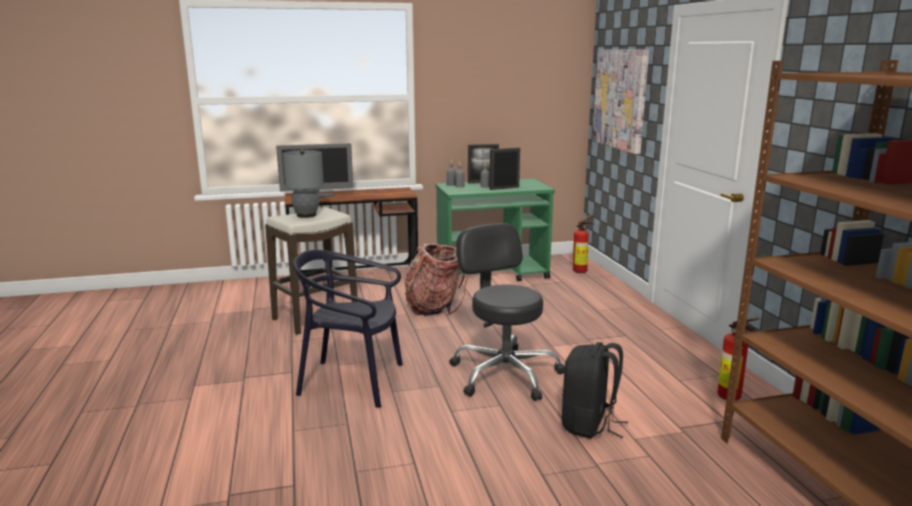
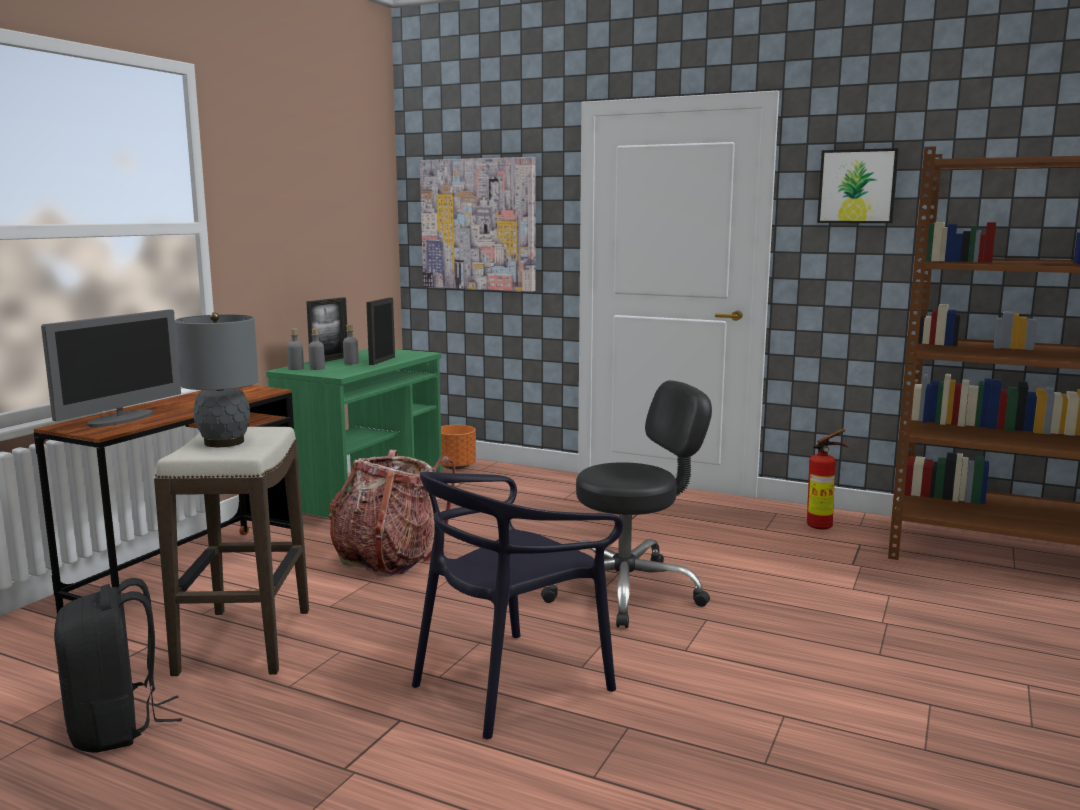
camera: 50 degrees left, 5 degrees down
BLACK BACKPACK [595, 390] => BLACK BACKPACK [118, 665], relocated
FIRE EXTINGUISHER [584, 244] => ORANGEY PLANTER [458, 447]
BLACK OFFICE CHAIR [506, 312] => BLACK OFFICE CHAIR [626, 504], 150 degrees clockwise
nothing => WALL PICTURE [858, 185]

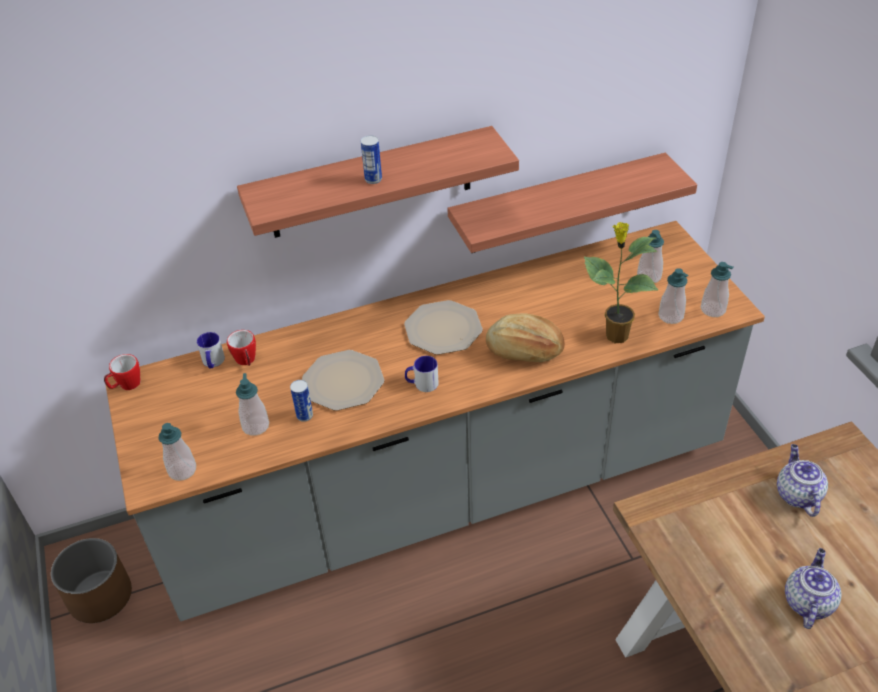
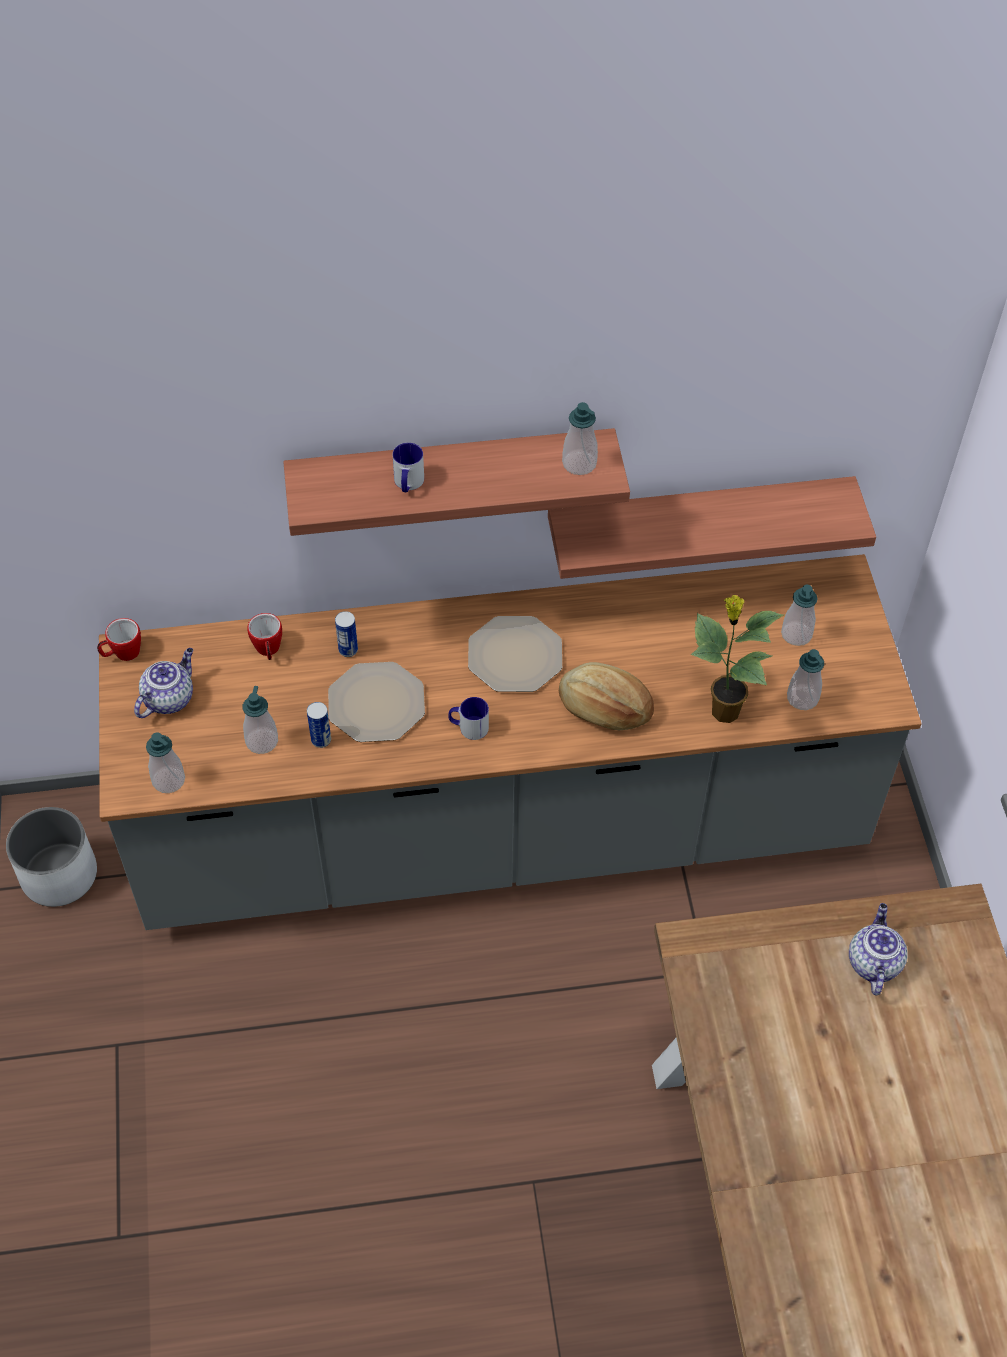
camera: 10 degrees right, 10 degrees up
BROWN-COLOURED PLANTER [91, 580] => WHITE-COLOURED PLANTER [51, 857]
POT FOR TEA [813, 588] => POT FOR TEA [163, 683], relocated
METAL CAN [371, 160] => METAL CAN [346, 634], relocated
TEA MUG [211, 350] => TEA MUG [408, 467], relocated
SOAP DISPENSER [717, 289] => SOAP DISPENSER [580, 438], relocated

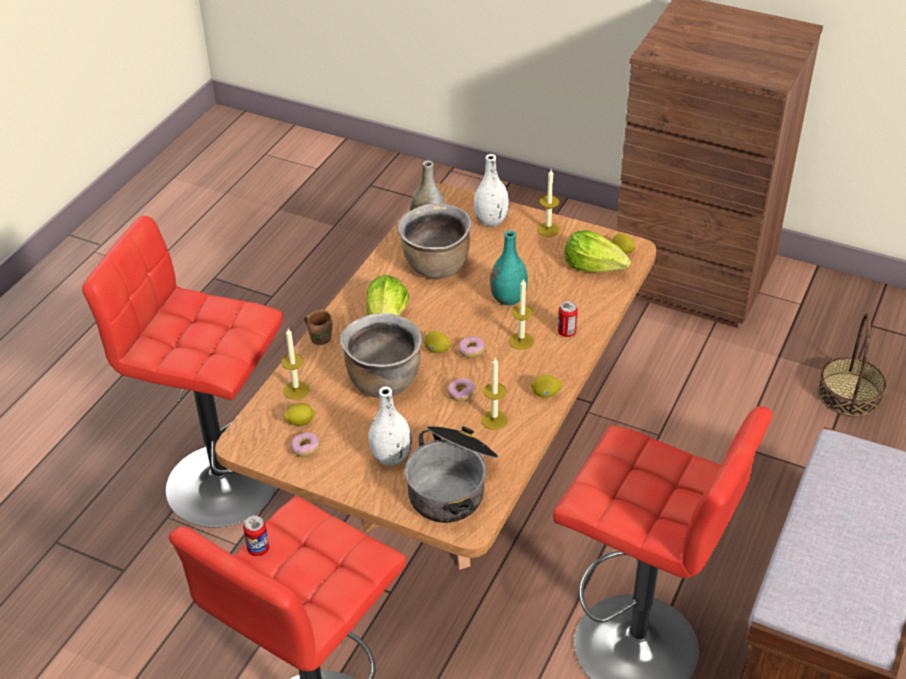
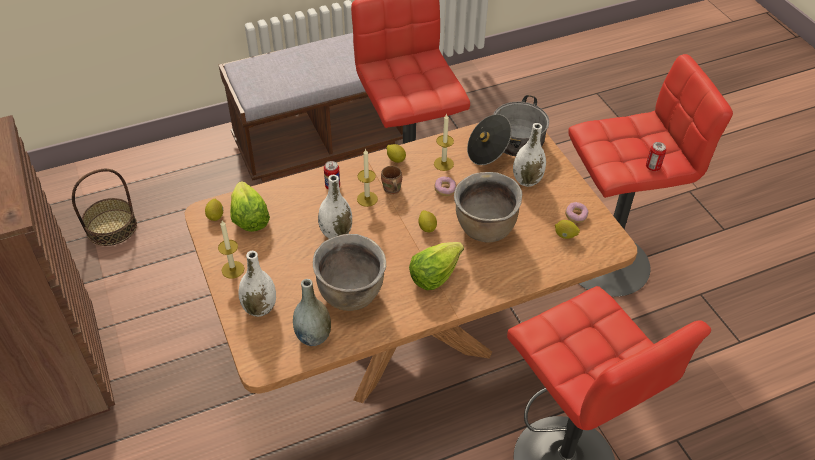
camera: 140 degrees left, 5 degrees up
BLUE-GREEN DECORATIVE VASE [509, 267] => WHITE-COLOURED DECORATIVE VASE [335, 207]
BROWN-COLOURED TEA MUG [318, 327] => BROWN-COLOURED TEA MUG [391, 180], relocated
WAX LIGHT [295, 364] => nothing
RING DOUGHNUT [472, 347] => nothing

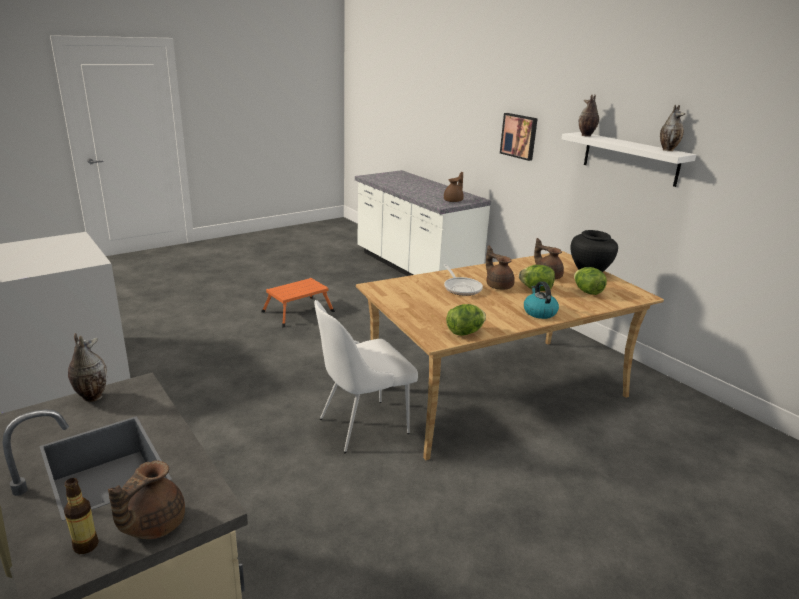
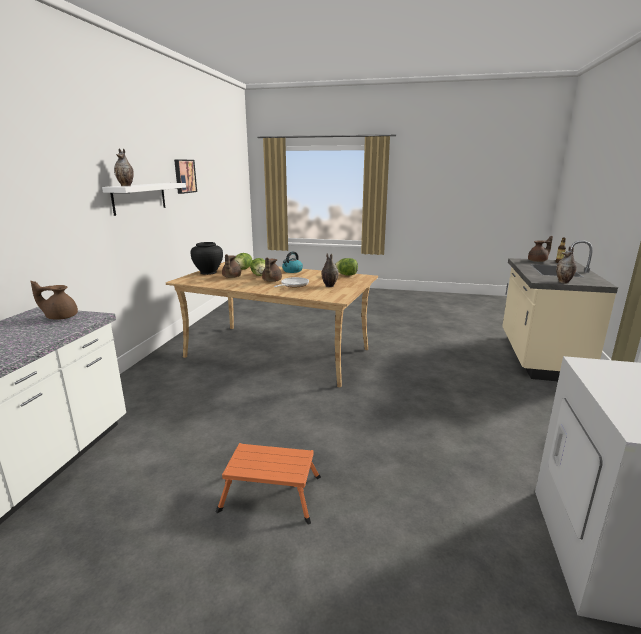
camera: 130 degrees left, 5 degrees down
WALL PICTURE [519, 137] => WALL PICTURE [185, 176], relocated
DECORATIVE VASE [672, 128] => DECORATIVE VASE [329, 270], relocated
WHITE-COLOURED PLAIN CHAIR [366, 377] => nothing

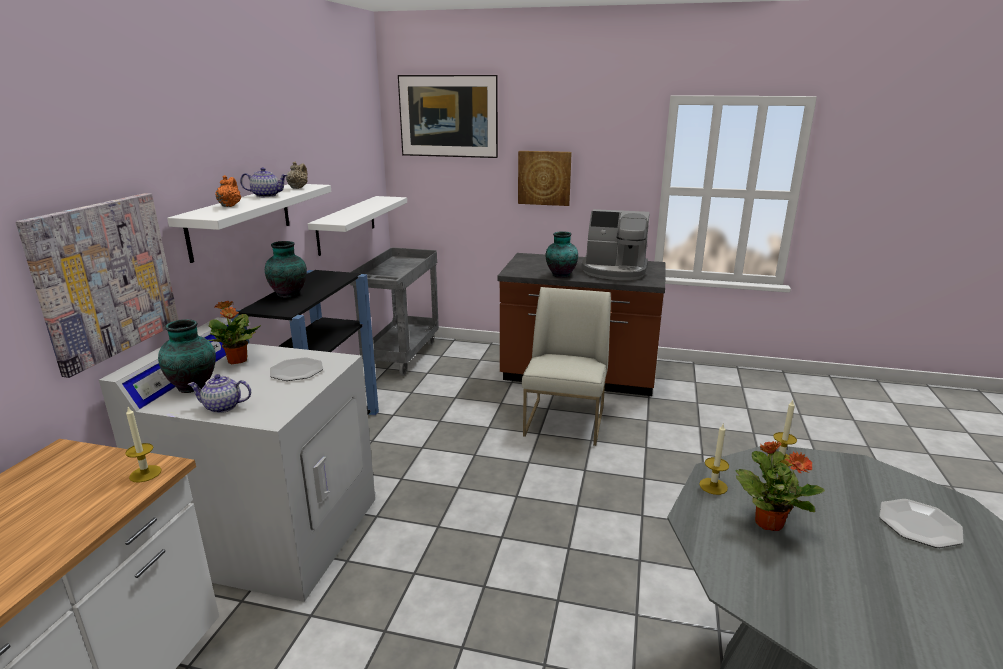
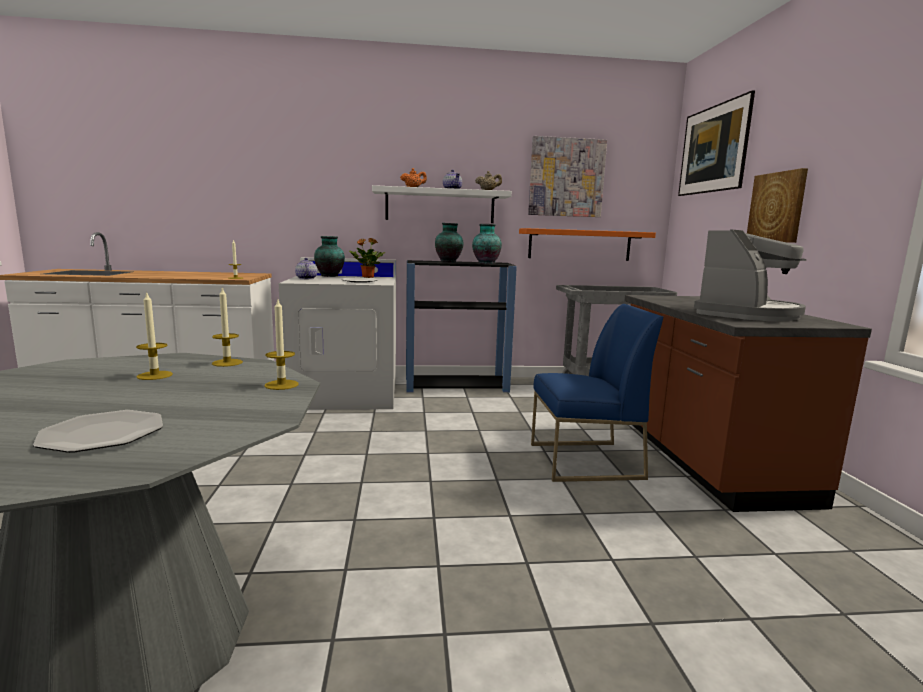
camera: 70 degrees right, 10 degrees down
PLANT IN A POT [780, 486] => WAX LIGHT [154, 335]
DECORATIVE VASE [562, 254] => DECORATIVE VASE [487, 244], relocated
WHITE-COLOURED BRACKET SHELF [357, 226] => ORANGEY BRACKET SHELF [587, 244]
WALL PICTURE [97, 285] => WALL PICTURE [567, 176], relocated
WHITE-COLOURED PLAIN CHAIR [566, 366] => BLUISH PLAIN CHAIR [597, 393]
COFFEE MAKER [616, 244] => COFFEE MAKER [750, 275], 135 degrees counterclockwise

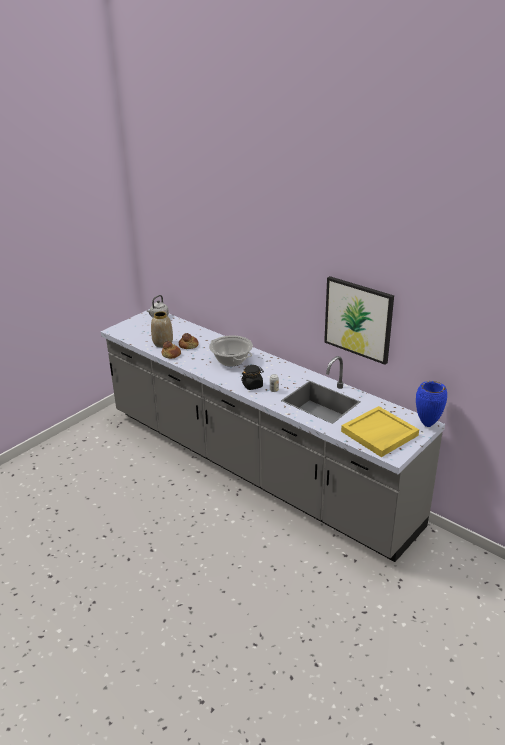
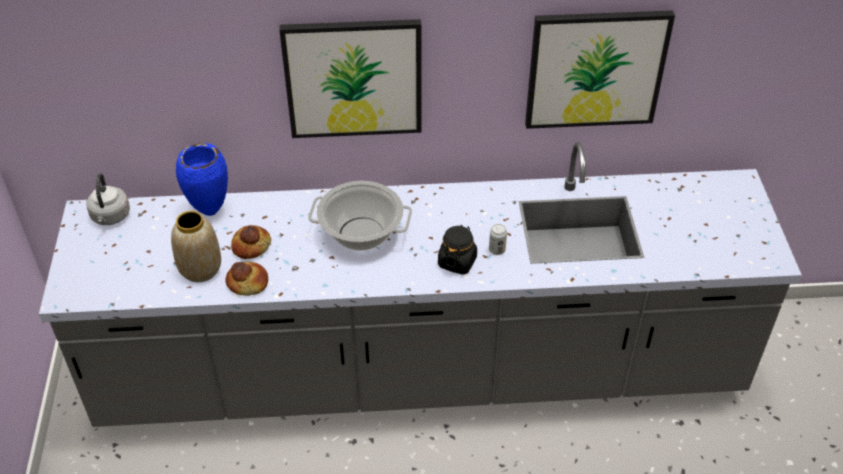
camera: 45 degrees left, 15 degrees up
BLUISH DECORATIVE VASE [431, 404] => BLUISH DECORATIVE VASE [202, 179], relocated
nothing => WALL PICTURE [350, 78]
YELLOW CARRYING TRAY [380, 431] => nothing

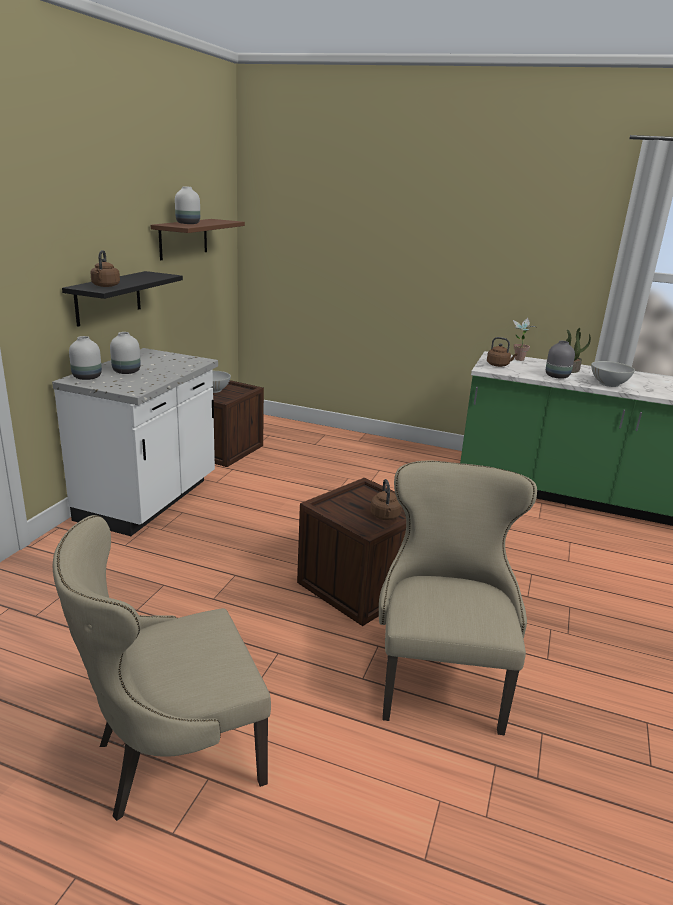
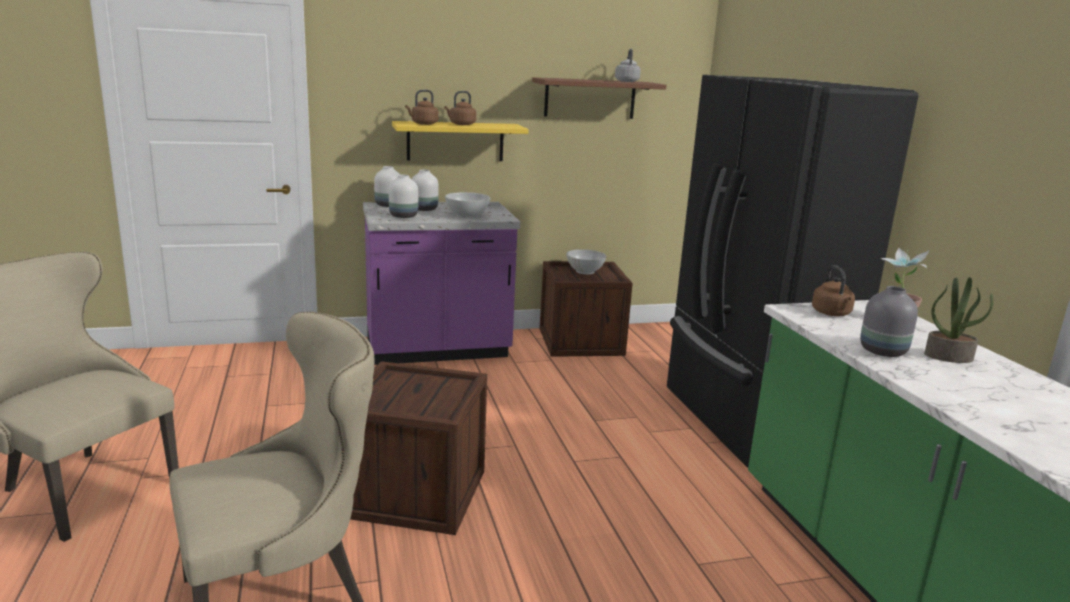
camera: 55 degrees right, 5 degrees down
WHITE-COLOURED COUNTER [135, 442] => PURPLISH COUNTER [441, 283]
WHITE-COLOURED DECORATIVE VASE [187, 205] => WHITE-COLOURED DECORATIVE VASE [403, 196], relocated
BLACK BRACKET SHELF [122, 299] => YELLOW BRACKET SHELF [460, 141]
BROWN-COLOURED TEA KETTLE [386, 499] => BROWN-COLOURED TEA KETTLE [460, 108], relocated
WHITE-COLOURED SERVING BOWL [613, 374] => WHITE-COLOURED SERVING BOWL [468, 205], relocated
nothing => GRAY TEA KETTLE [628, 65]
nothing => BLACK REFRIGERATOR [792, 271]

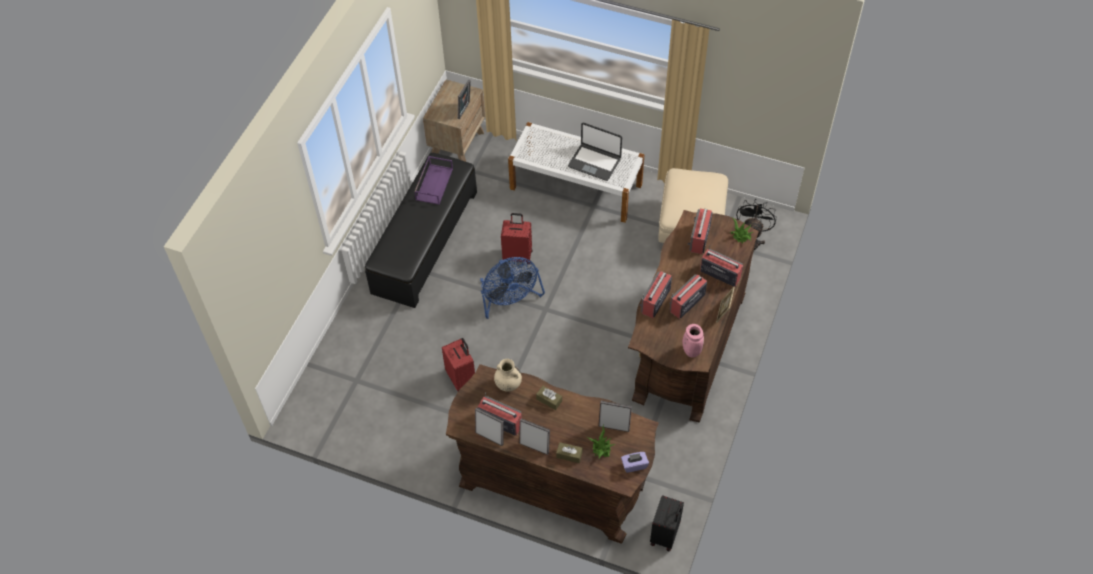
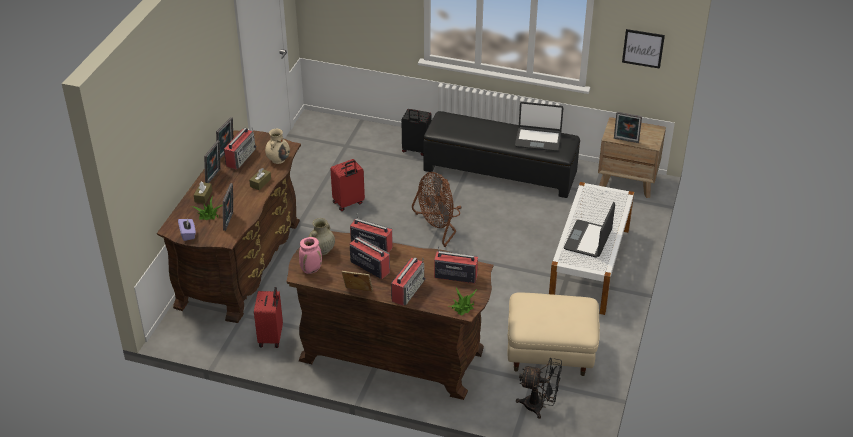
camera: 85 degrees right, 15 degrees down
REDDISH PIECE OF LUGGAGE [517, 238] => REDDISH PIECE OF LUGGAGE [268, 317], relocated
nothing => BEIGE DECORATIVE VASE [322, 236]
BLACK PIECE OF LUGGAGE [667, 523] => BLACK PIECE OF LUGGAGE [416, 132], relocated
BLUISH ELECTRIC FAN [512, 288] => BROWN-COLOURED ELECTRIC FAN [437, 209]
PURPLISH CARRYING TRAY [434, 180] => NOTEBOOK COMPUTER [539, 126]
nothing => WALL PICTURE [643, 49]

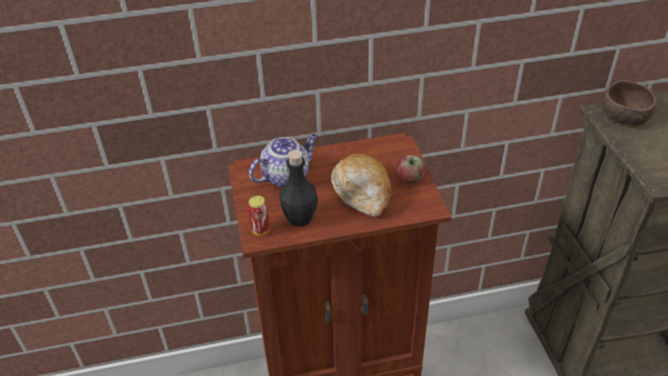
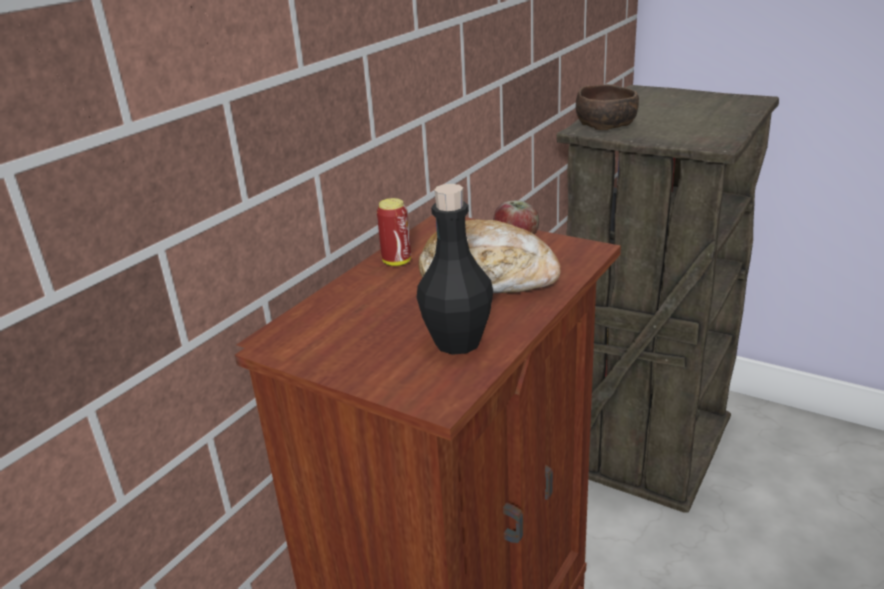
camera: 45 degrees left, 15 degrees down
METAL CAN [259, 215] => METAL CAN [394, 232], relocated
POT FOR TEA [283, 160] => nothing

